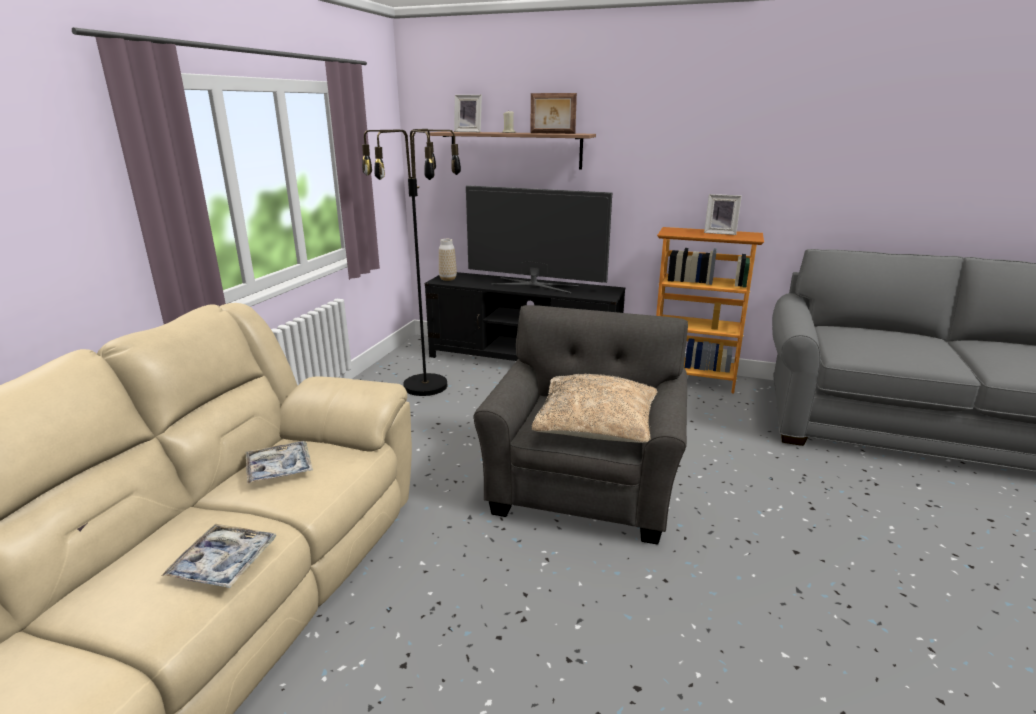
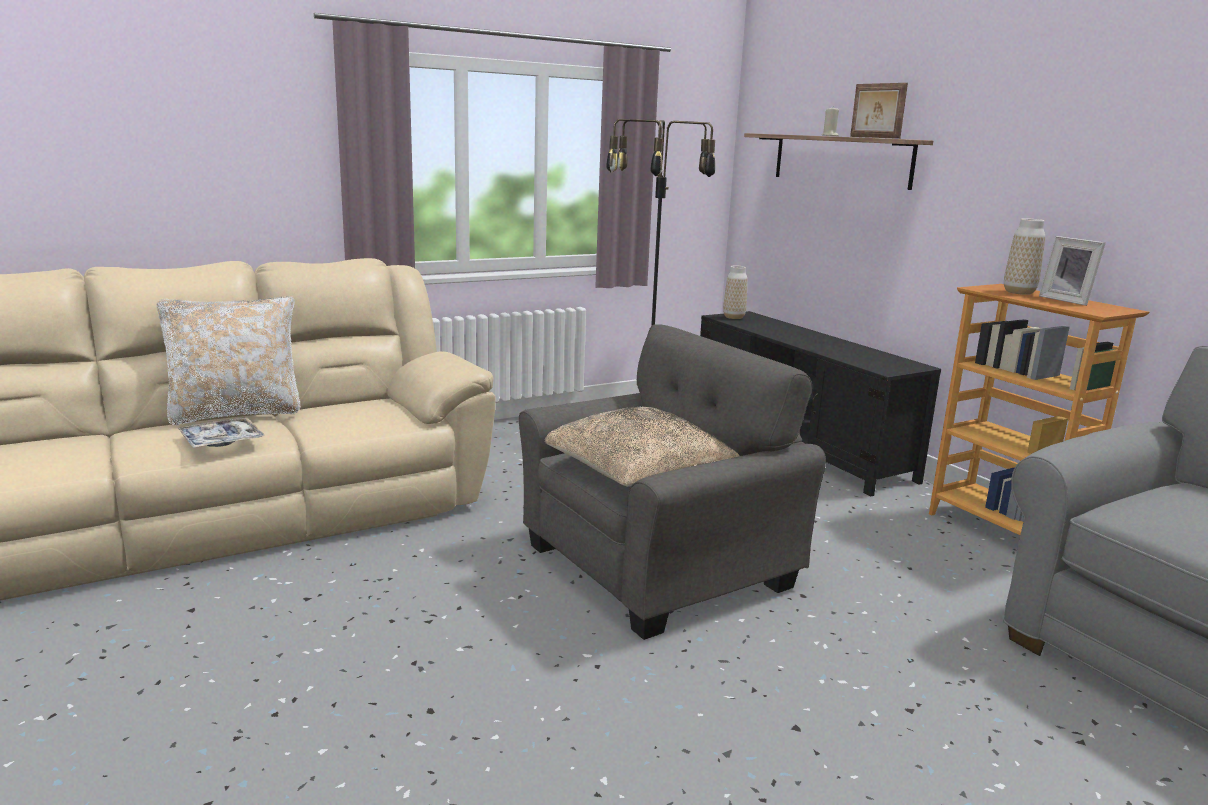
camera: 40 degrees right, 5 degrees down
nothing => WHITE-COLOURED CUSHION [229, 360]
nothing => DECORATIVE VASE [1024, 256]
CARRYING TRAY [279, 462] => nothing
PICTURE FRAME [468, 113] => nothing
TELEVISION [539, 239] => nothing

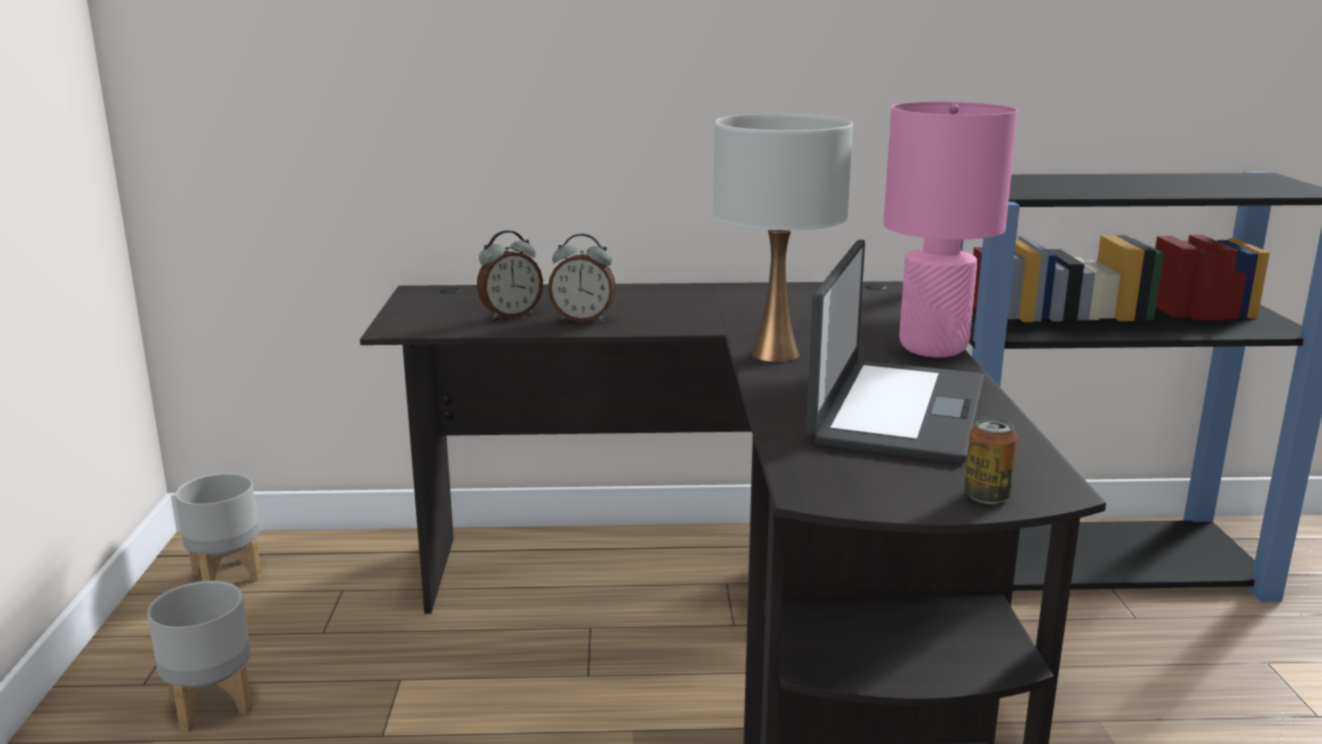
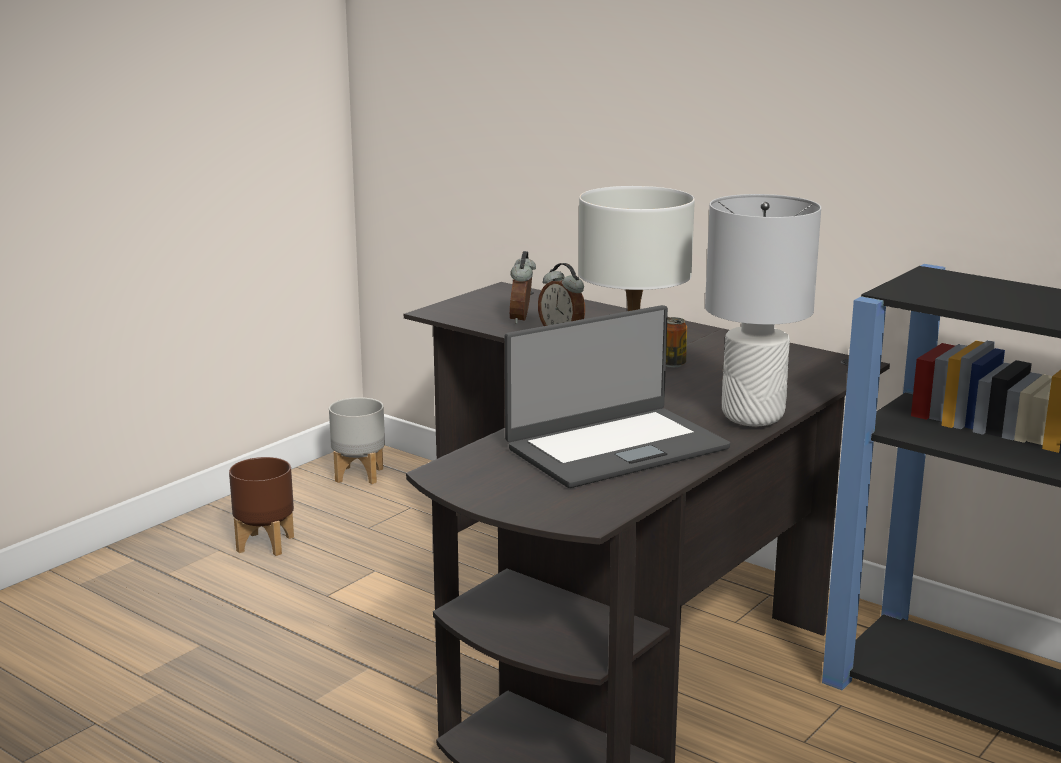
camera: 40 degrees right, 0 degrees up
GRAY PLANTER [199, 657] => BROWN-COLOURED PLANTER [261, 506]
TABLE CLOCK [510, 275] => TABLE CLOCK [523, 287], 90 degrees clockwise
METAL CAN [990, 461] => METAL CAN [676, 342], relocated
PINK TABLETOP LAMP [950, 229] => GRAY TABLETOP LAMP [763, 310]

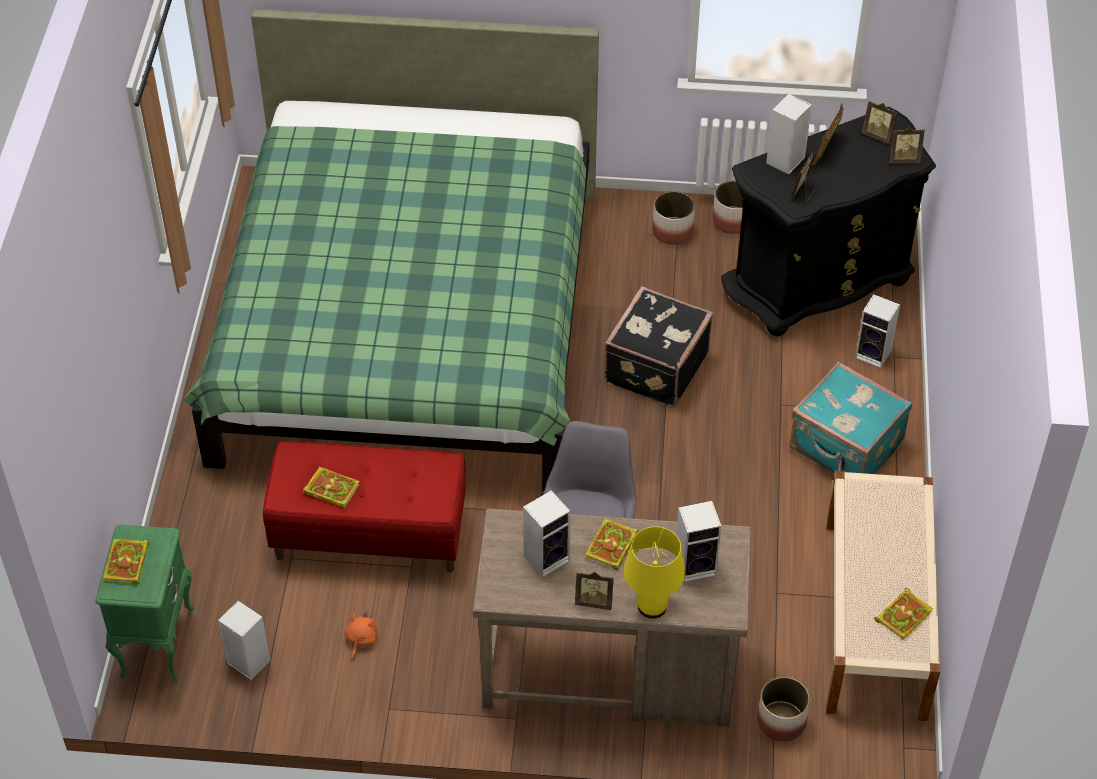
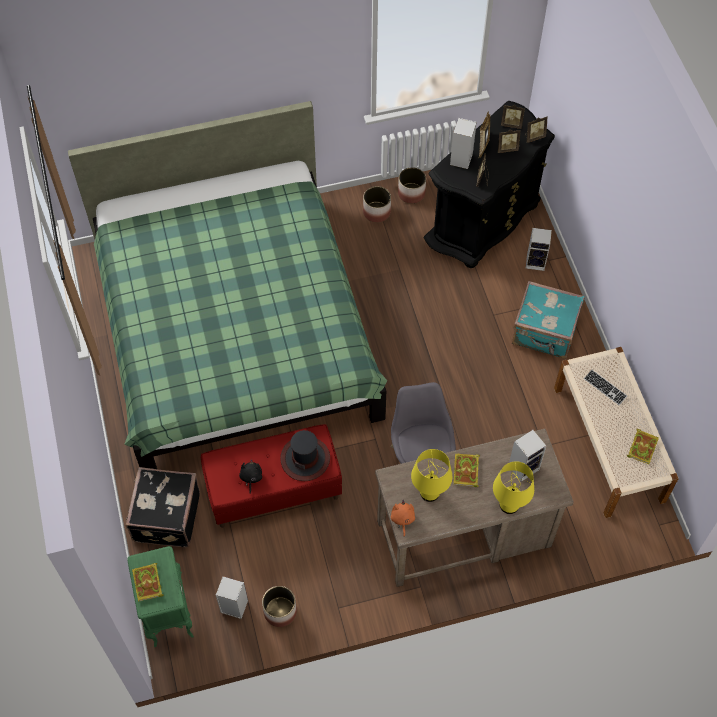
camera: 20 degrees left, 10 degrees up
BLACK PIECE OF LUGGAGE [658, 346] => BLACK PIECE OF LUGGAGE [162, 507], relocated
BOUND BOOK [331, 488] => BLACK CUDDLY TOY [250, 476]
PLANTER [783, 708] => PLANTER [279, 606], relocated
nothing => CLOTHING HAT [305, 455]
ORANGEY CUDDLY TOY [361, 636] => ORANGEY CUDDLY TOY [403, 518], relocated
LOUDSPEAKER [546, 534] => YELLOW TABLETOP LAMP [431, 475]
PICTURE FRAME [594, 591] => PICTURE FRAME [509, 141], relocated
nothing => PC KEYBOARD [605, 387]

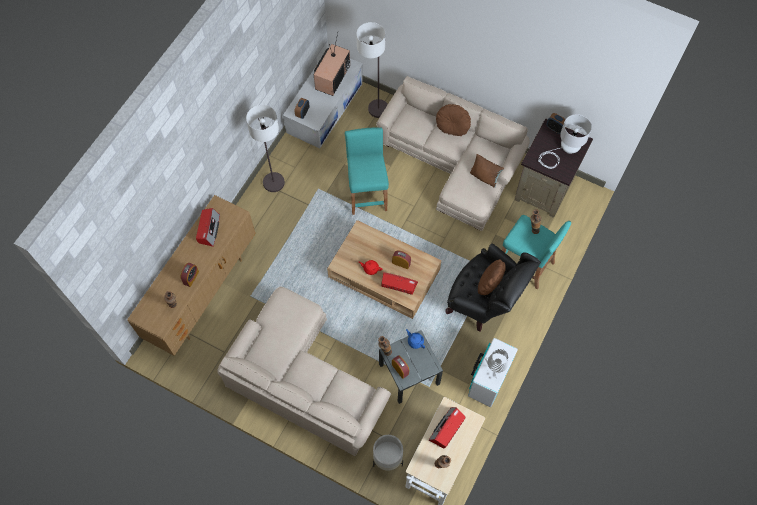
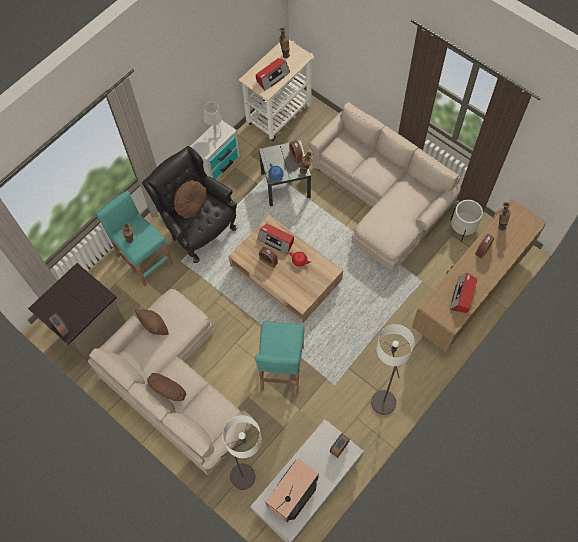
camera: 165 degrees left, 0 degrees up
WHITE-COLOURED PLANTER [388, 453] => WHITE-COLOURED PLANTER [466, 221], relocated
WHITE-COLOURED TABLETOP LAMP [565, 141] => nothing

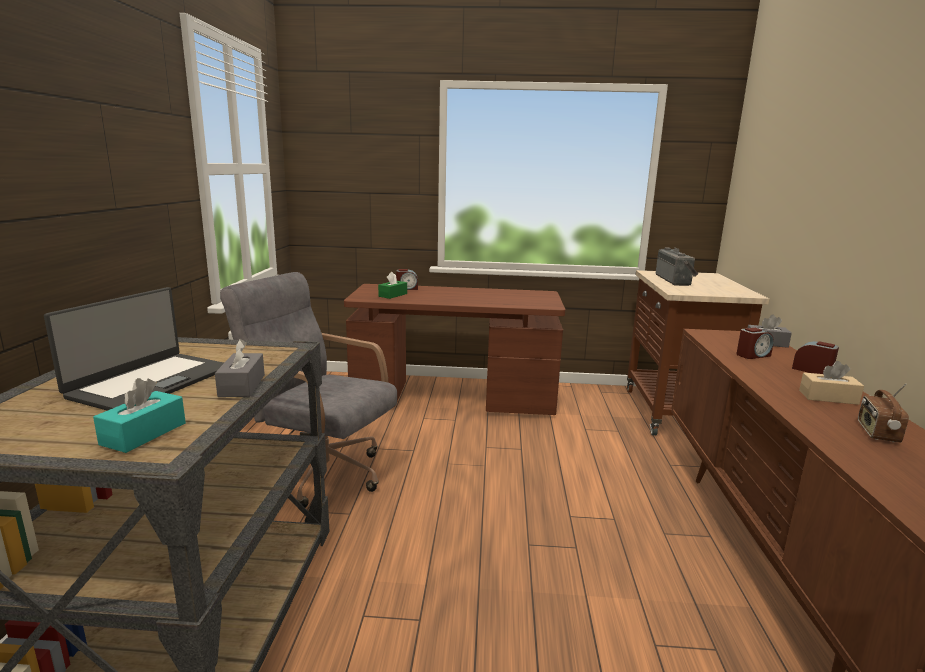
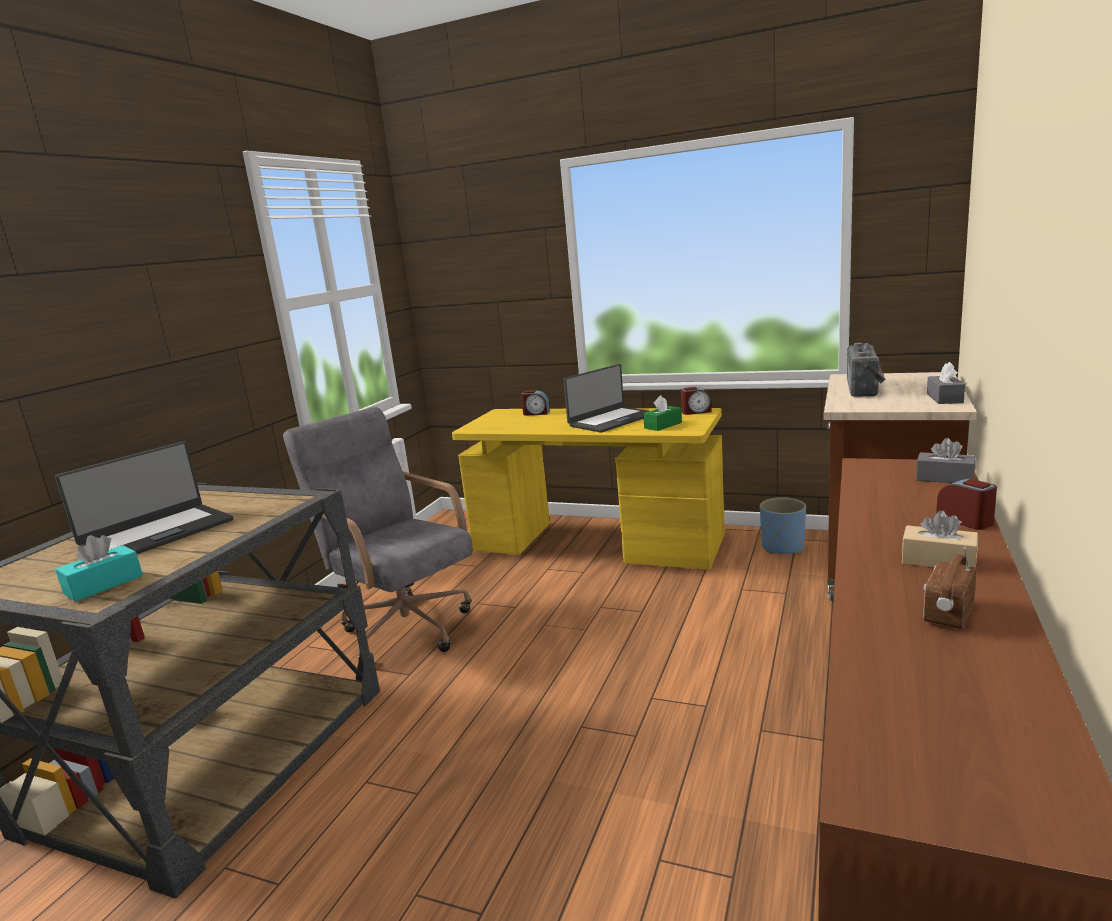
camera: 20 degrees right, 0 degrees up
BROWN-COLOURED DESK UNIT [454, 349] => YELLOW DESK UNIT [588, 489]
nothing => NOTEBOOK COMPUTER [606, 398]
GREENISH BOX OF TISSUES [392, 285] => GREENISH BOX OF TISSUES [662, 413], relocated
TABLE CLOCK [755, 343] => TABLE CLOCK [696, 401], relocated
nothing => BLUISH PLANTER [783, 526]
GRAY BOX OF TISSUES [240, 368] => GRAY BOX OF TISSUES [946, 383], relocated

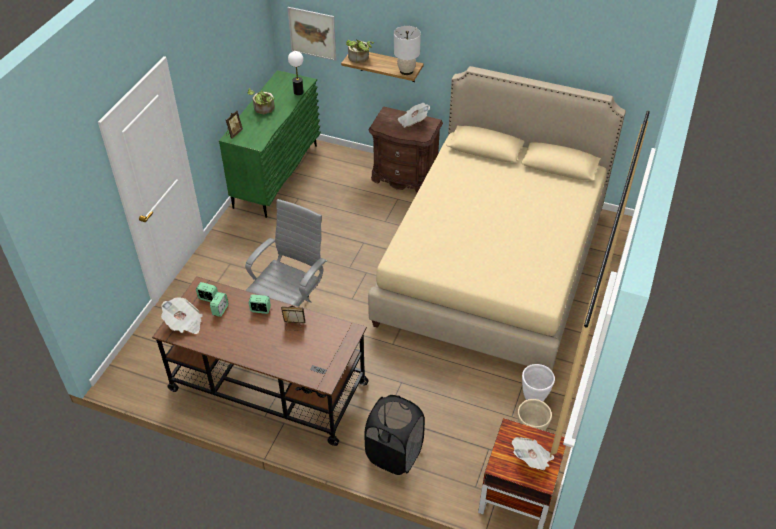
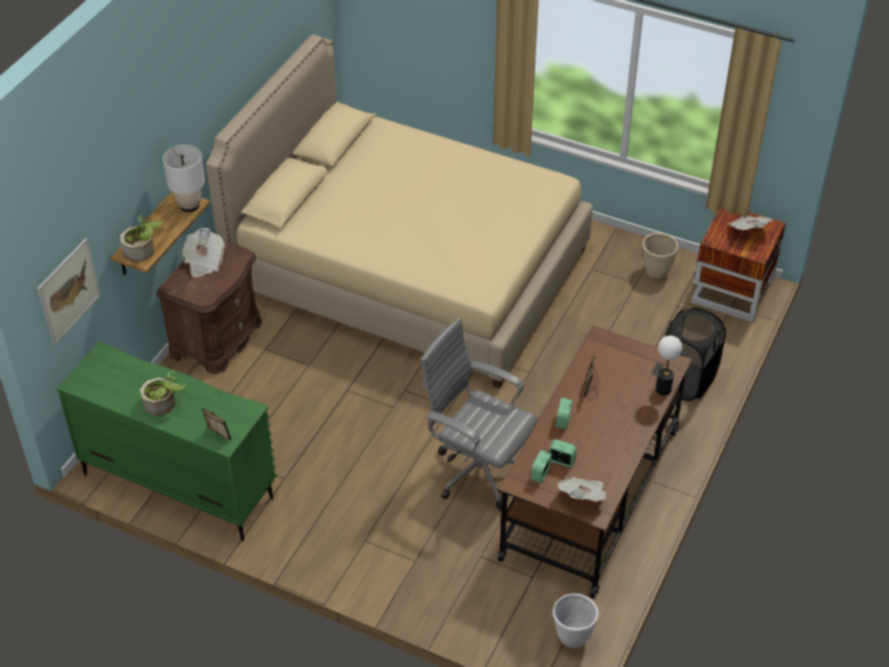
camera: 85 degrees left, 0 degrees up
WHITE-COLOURED PLANTER [538, 382] => WHITE-COLOURED PLANTER [575, 620], relocated
TABLETOP LAMP [296, 73] => TABLETOP LAMP [669, 365], relocated

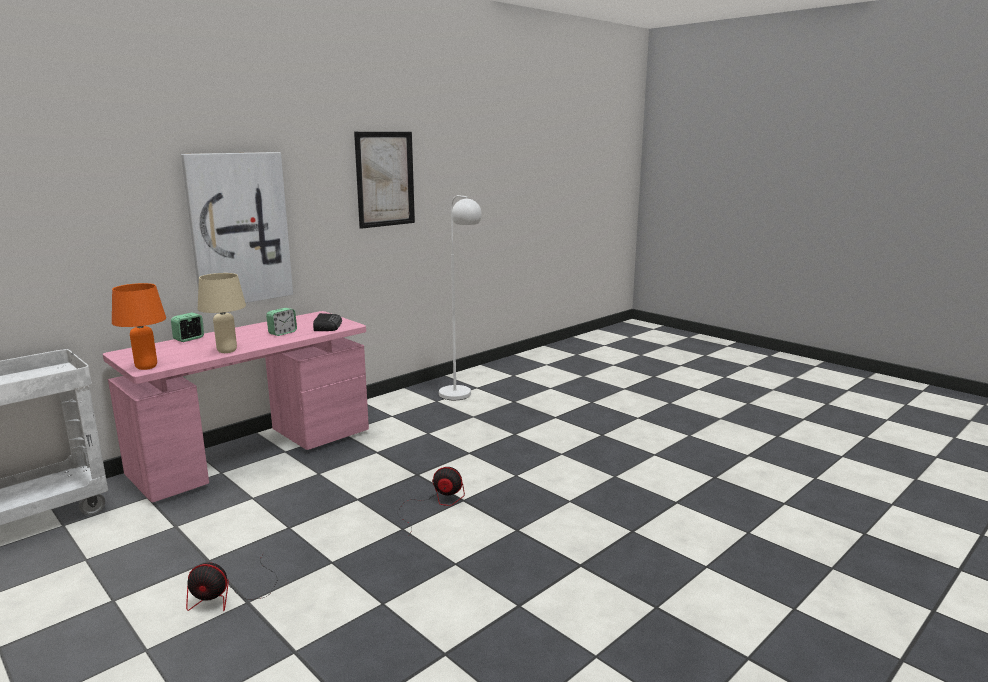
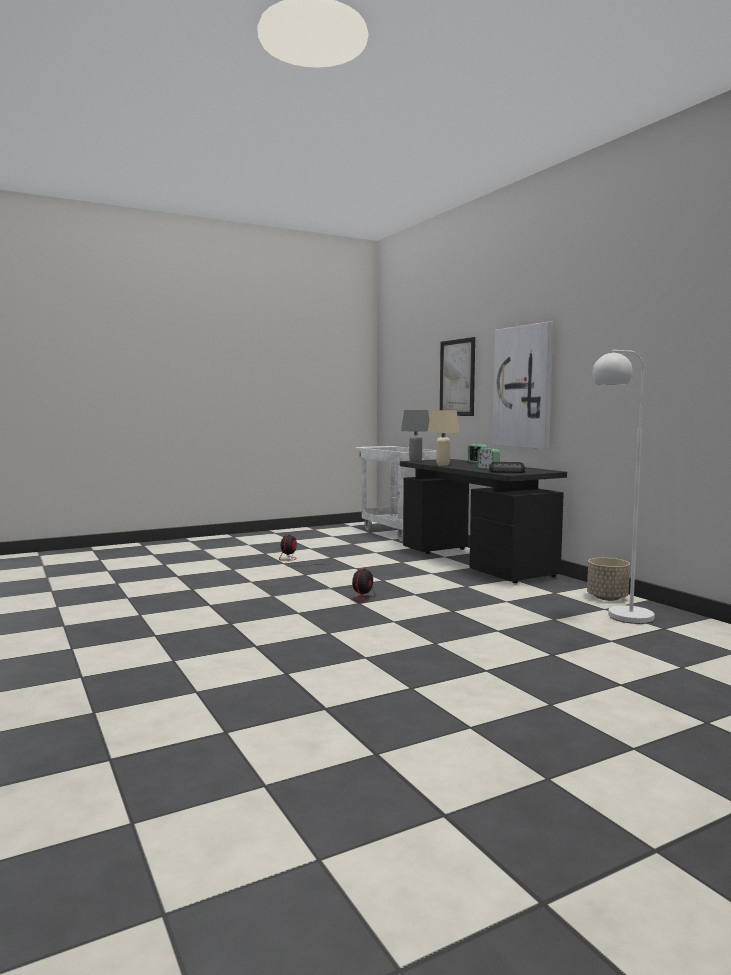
camera: 105 degrees right, 10 degrees down
PINK DESK UNIT [236, 406] => BLACK DESK UNIT [483, 521]
ORANGEY TABLETOP LAMP [139, 326] => GRAY TABLETOP LAMP [415, 436]
WALL PICTURE [384, 180] => WALL PICTURE [457, 376], relocated
nothing => BEIGE PLANTER [608, 579]

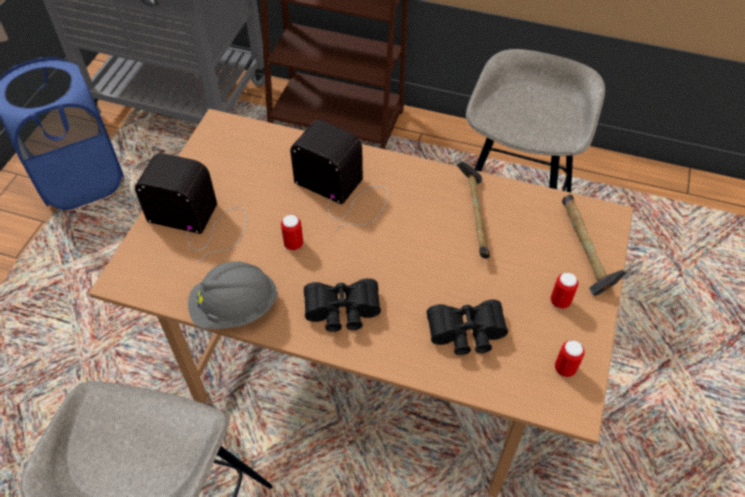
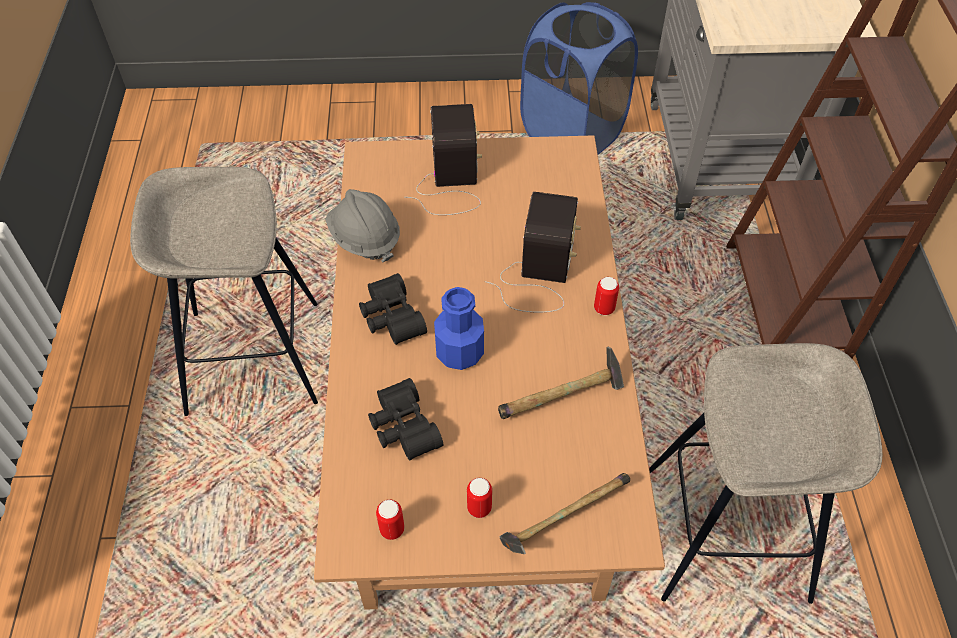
camera: 70 degrees right, 0 degrees up
nothing => BLUISH DRINK BOTTLE [459, 328]
METAL CAN [292, 233] => METAL CAN [606, 296], relocated

